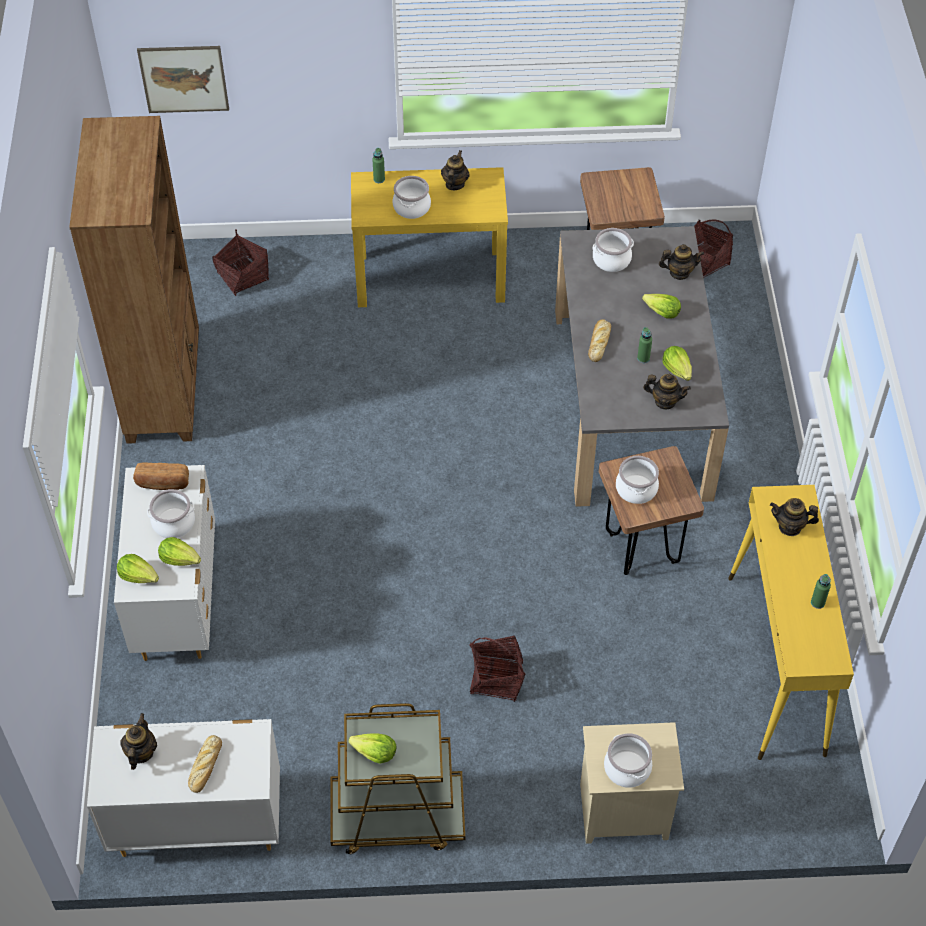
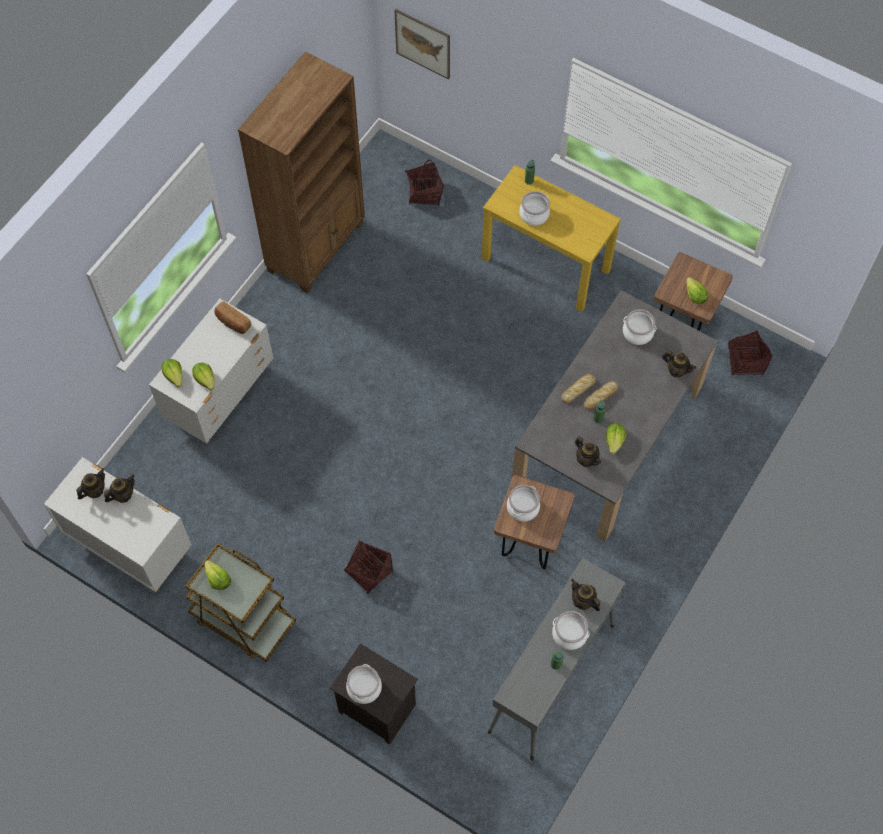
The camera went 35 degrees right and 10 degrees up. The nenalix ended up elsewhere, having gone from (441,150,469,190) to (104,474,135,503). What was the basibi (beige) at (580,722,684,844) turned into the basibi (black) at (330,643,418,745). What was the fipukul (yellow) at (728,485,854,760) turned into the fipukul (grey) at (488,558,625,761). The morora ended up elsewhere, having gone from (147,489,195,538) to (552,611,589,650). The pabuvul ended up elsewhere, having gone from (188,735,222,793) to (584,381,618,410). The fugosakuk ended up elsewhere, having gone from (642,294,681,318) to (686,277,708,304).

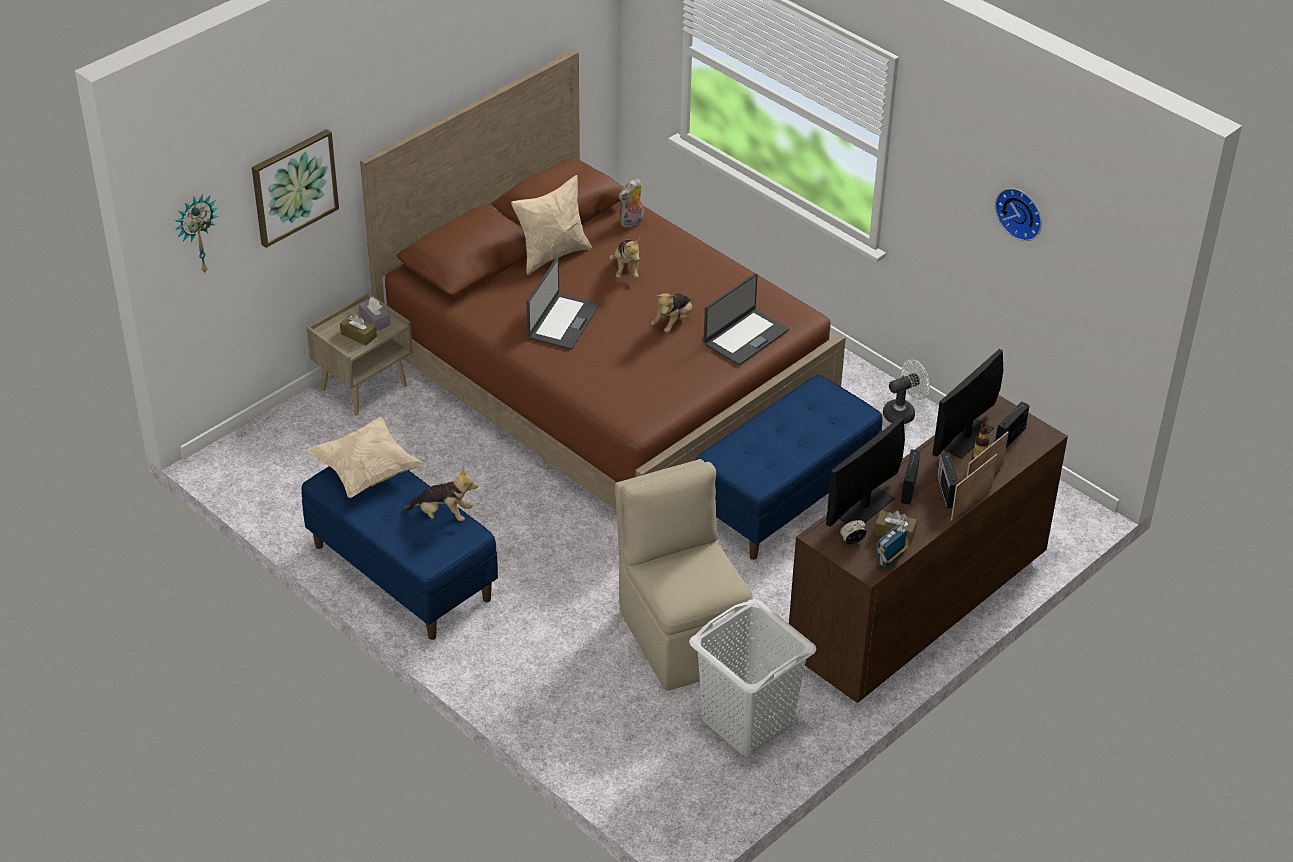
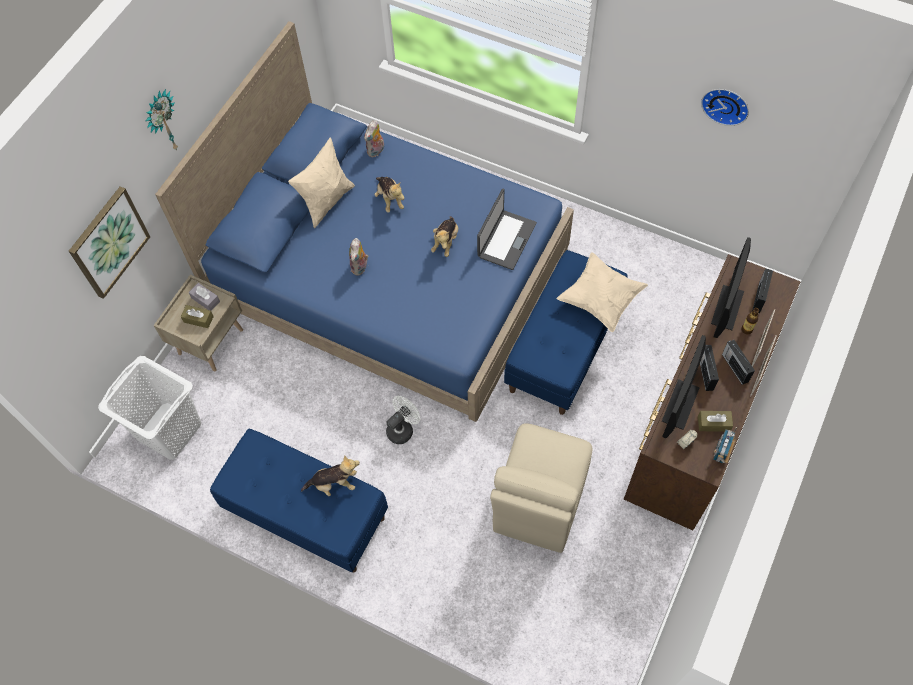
The camera went 15 degrees left and 20 degrees up. The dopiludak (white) ended up elsewhere, having gone from (689,599,817,756) to (98,356,201,459). The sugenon ended up elsewhere, having gone from (175,194,219,272) to (146,89,178,150). What was the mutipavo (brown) at (360,50,846,510) turned into the mutipavo (blue) at (155,21,574,422). Where the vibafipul stood at (526,258,600,350), the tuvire came to stand at (349,238,368,276). The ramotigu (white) ended up elsewhere, having gone from (883,359,930,424) to (386,396,420,444). The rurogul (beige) at (615,459,753,690) ended up facing another way, 120 degrees counterclockwise from before. The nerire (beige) ended up elsewhere, having gone from (307,417,425,498) to (557,252,648,332).

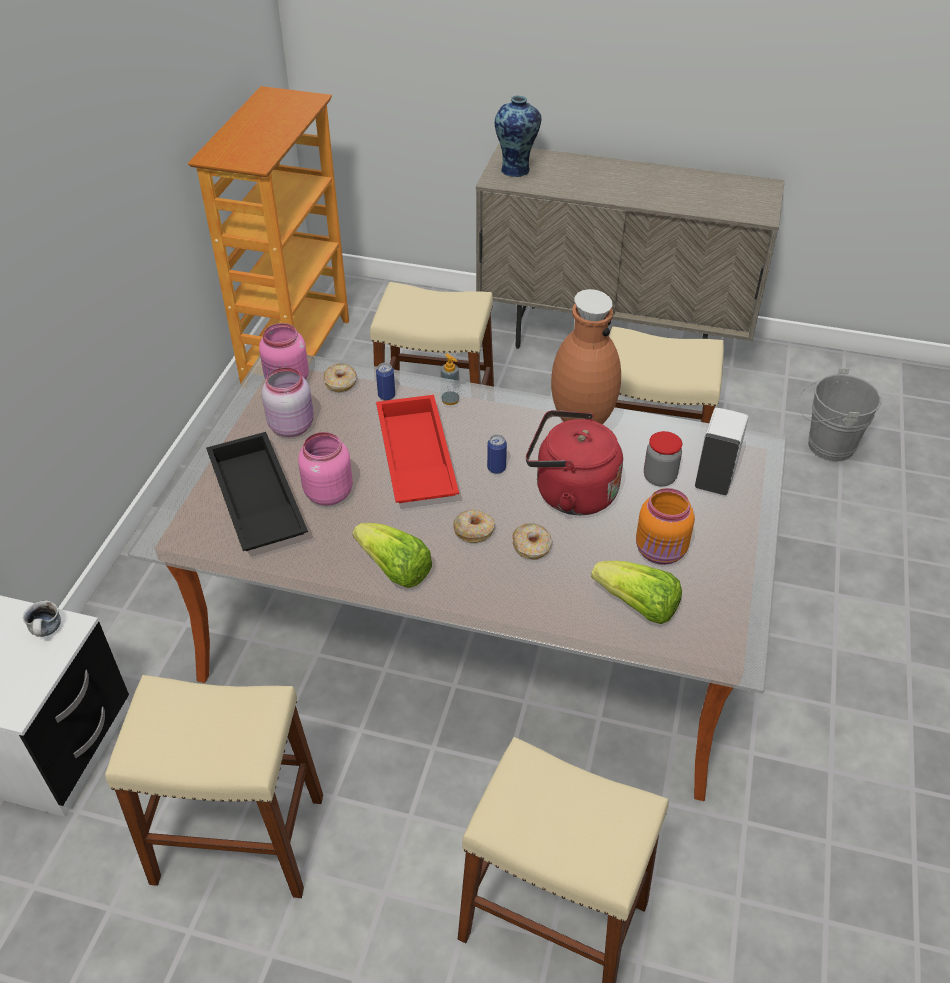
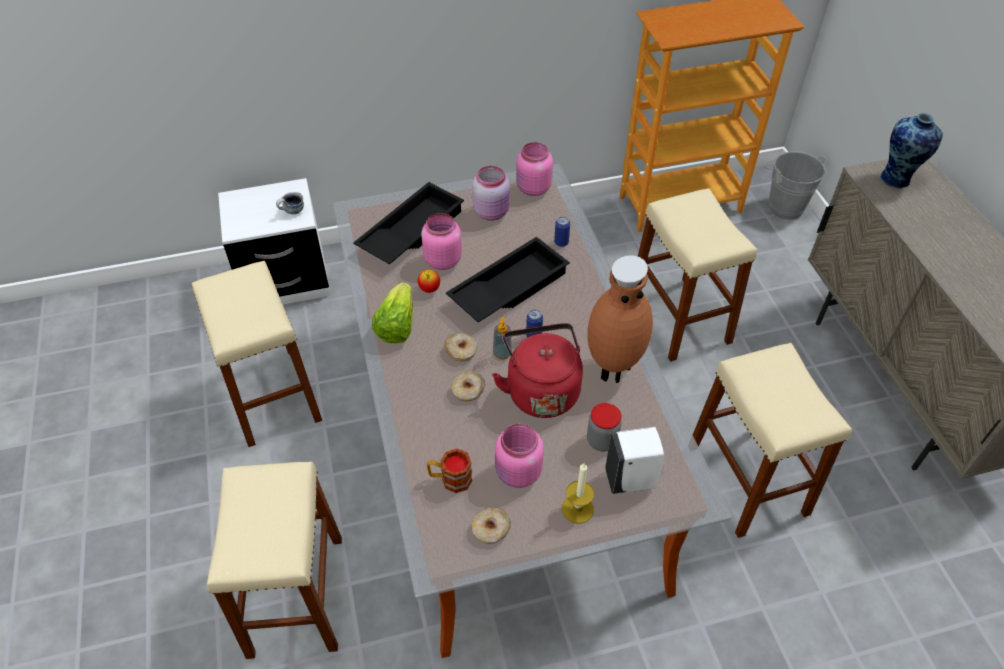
The camera went 60 degrees right and 5 degrees up. The second view gained the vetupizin at (418,269,440,293). Where the fugosakuk stood at (591,561,682,624), the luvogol came to stand at (427,448,472,493). What was the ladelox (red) at (376,395,459,503) turned into the ladelox (black) at (446,237,570,323). The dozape ended up elsewhere, having gone from (324,363,357,392) to (472,507,511,544). The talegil ended up elsewhere, having gone from (440,354,461,405) to (493,317,512,360). What was the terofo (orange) at (636,488,695,565) turned into the terofo (pink) at (495,424,544,488). The second view gained the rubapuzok at (562,463,594,524). The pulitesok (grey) ended up elsewhere, having gone from (799,368,881,462) to (764,151,826,220).

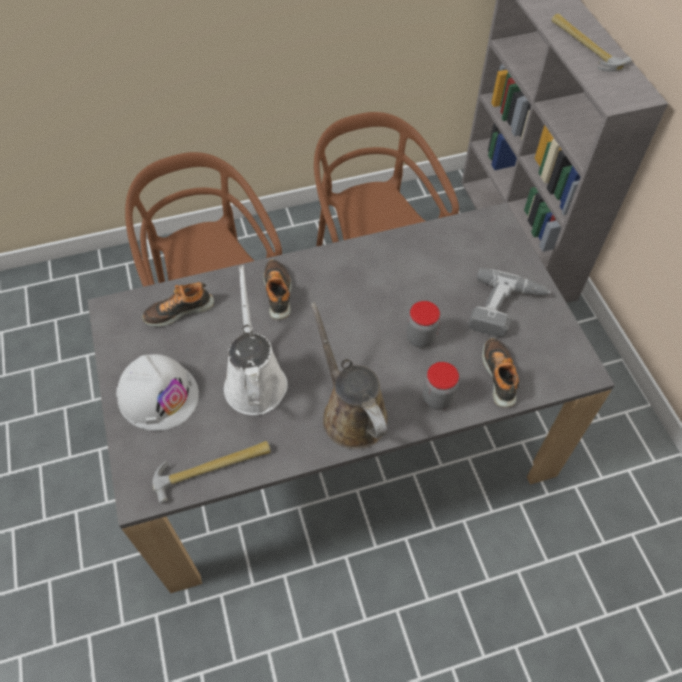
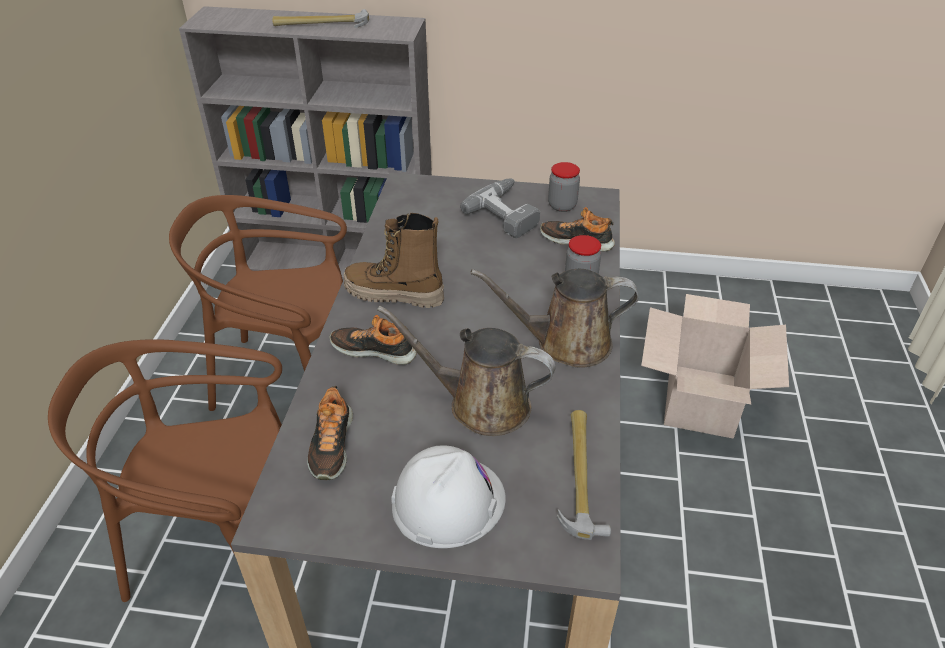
The camera went 65 degrees left and 15 degrees down. The second view gained the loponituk at (344,213,444,308). What was the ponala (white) at (224,265,288,415) turned into the ponala (brown) at (377,305,556,436). The terofo ended up elsewhere, having gone from (406,301,440,348) to (548,162,580,212). The second view gained the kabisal at (641,294,789,438).

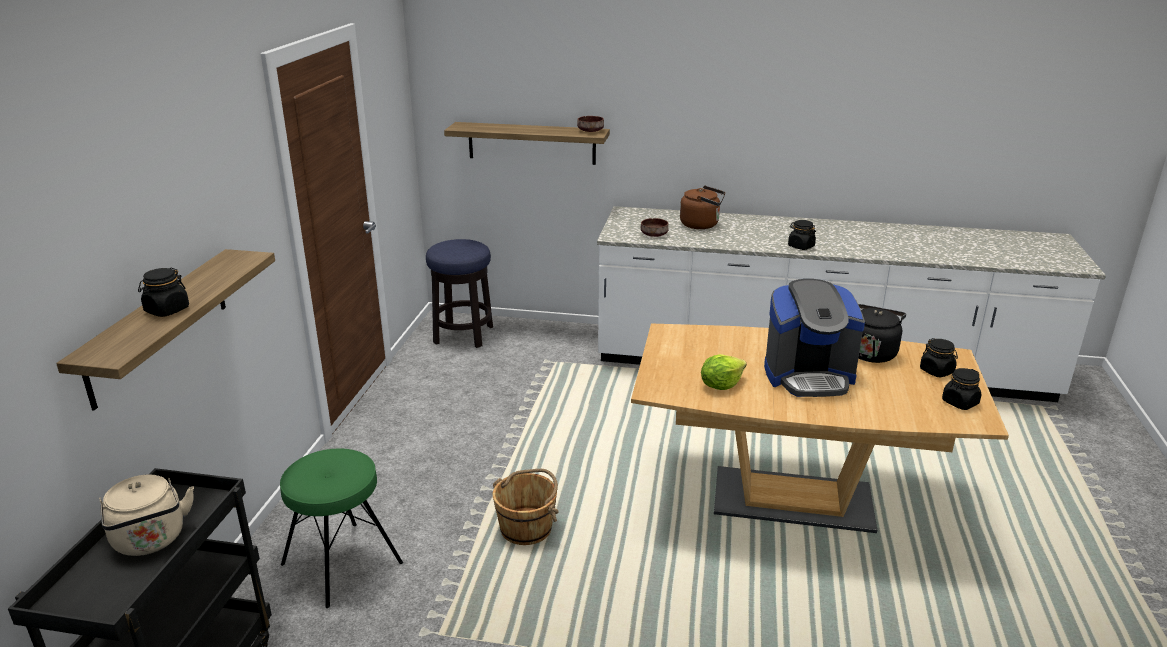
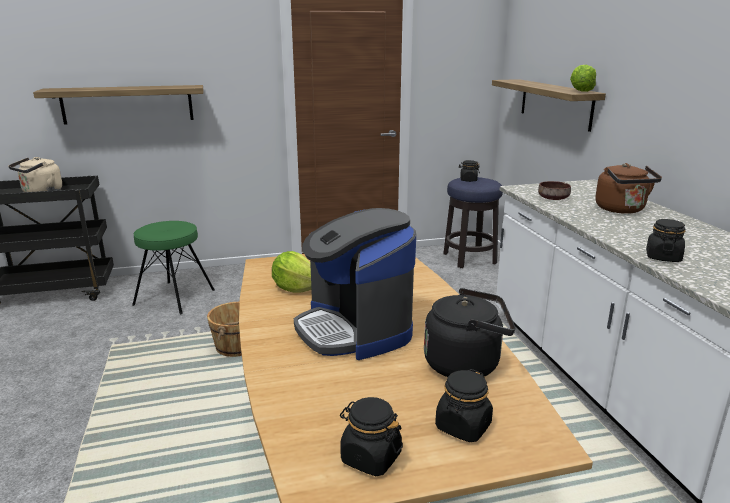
The camera went 65 degrees right and 5 degrees down. The terofo (black) ended up elsewhere, having gone from (138,268,189,317) to (459,160,480,182). Where the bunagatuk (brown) stood at (577,116,604,132), the fugosakuk came to stand at (570,65,596,92).

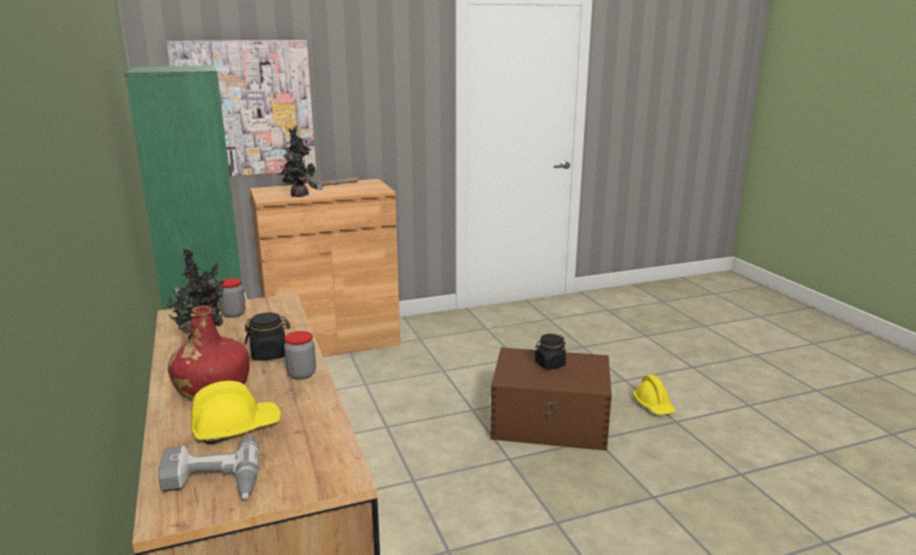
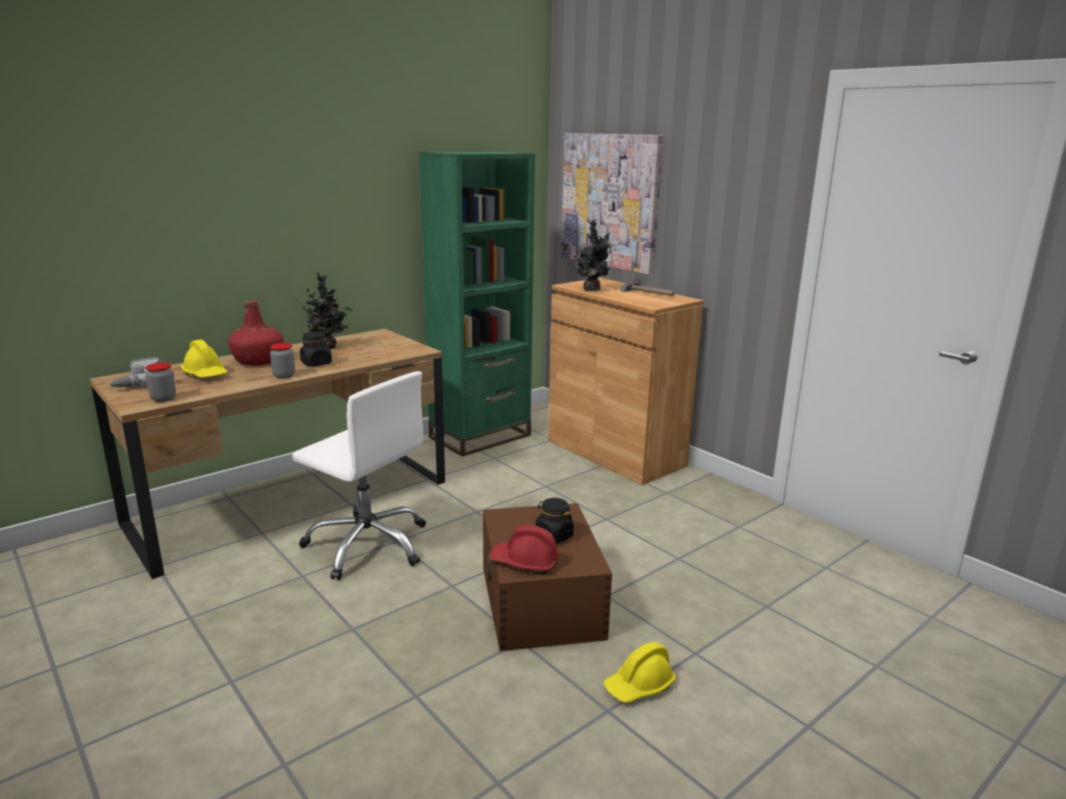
The camera went 70 degrees right and 0 degrees up. The terofo ended up elsewhere, having gone from (218,278,246,318) to (146,363,176,402). The second view gained the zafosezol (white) at (292,371,426,580). The second view gained the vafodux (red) at (490,525,559,575).

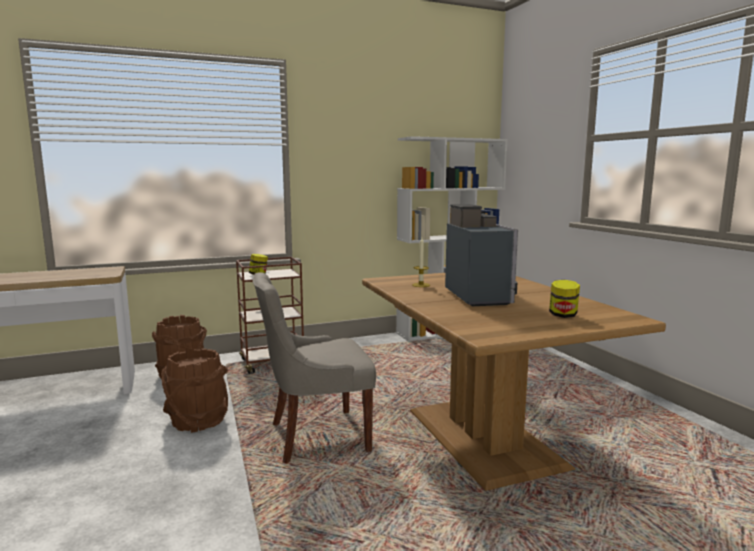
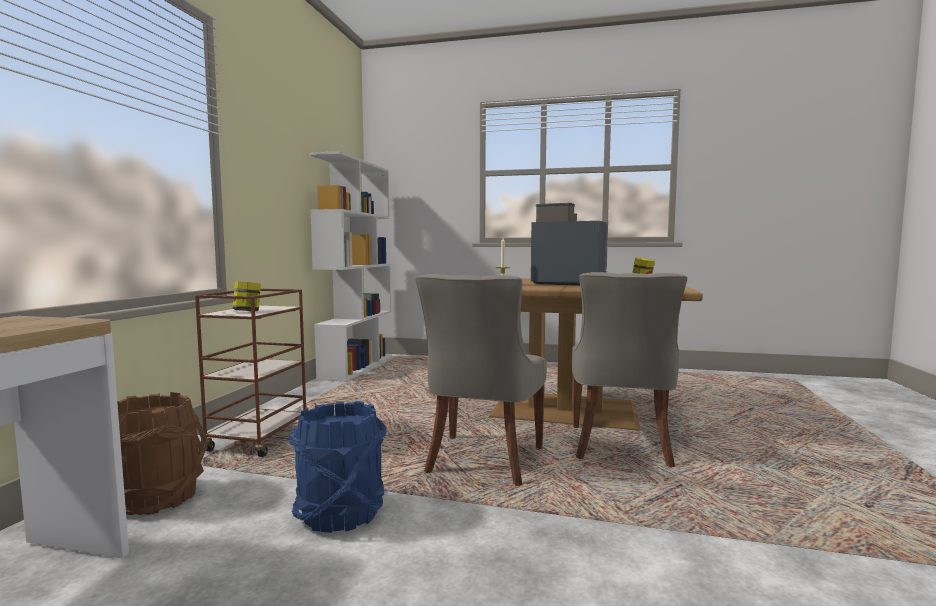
The camera went 55 degrees left and 5 degrees down. What was the pulitesok (brown) at (161,348,228,433) turned into the pulitesok (blue) at (288,401,387,533). The second view gained the rurogul (grey) at (572,272,687,468).

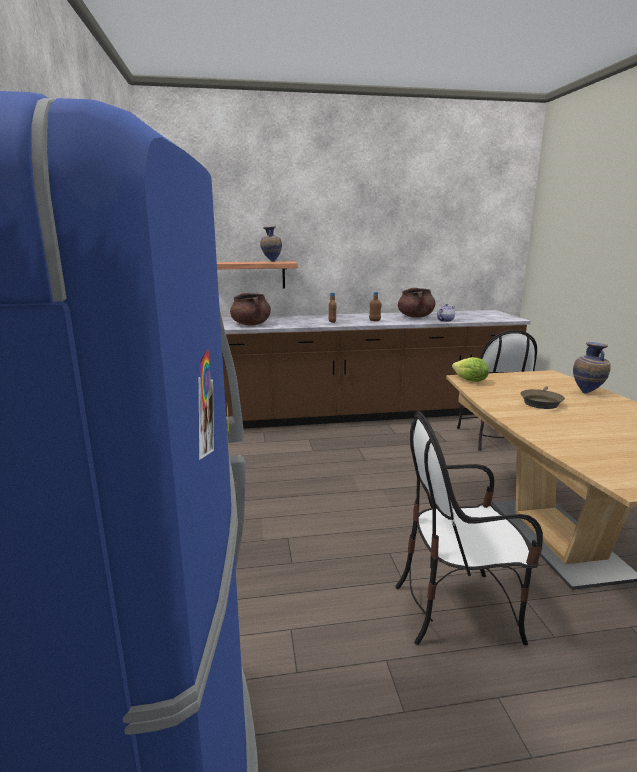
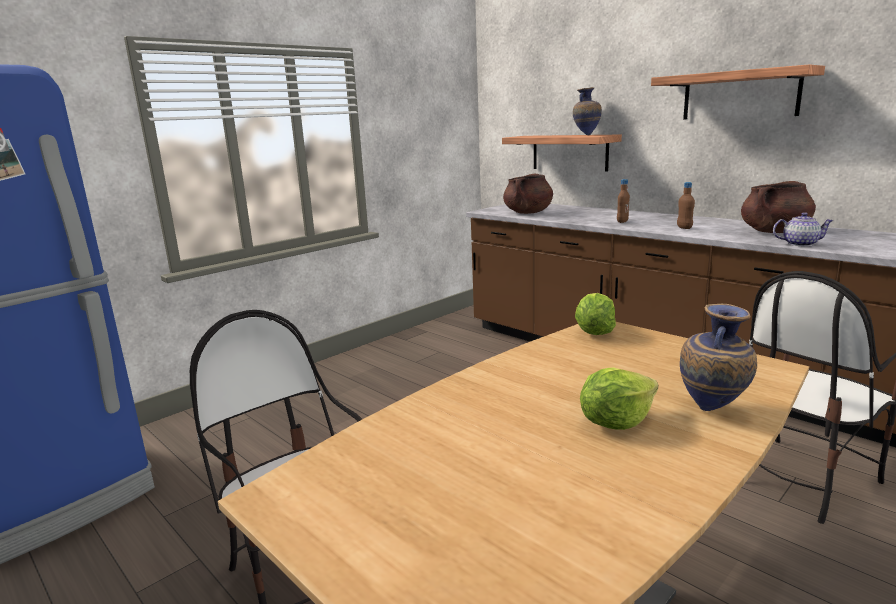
The camera went 55 degrees right and 0 degrees up. The second view gained the fugosakuk at (580,367,658,430). The second view gained the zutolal at (651,64,825,119). The second view lost the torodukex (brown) at (520,386,565,409).

